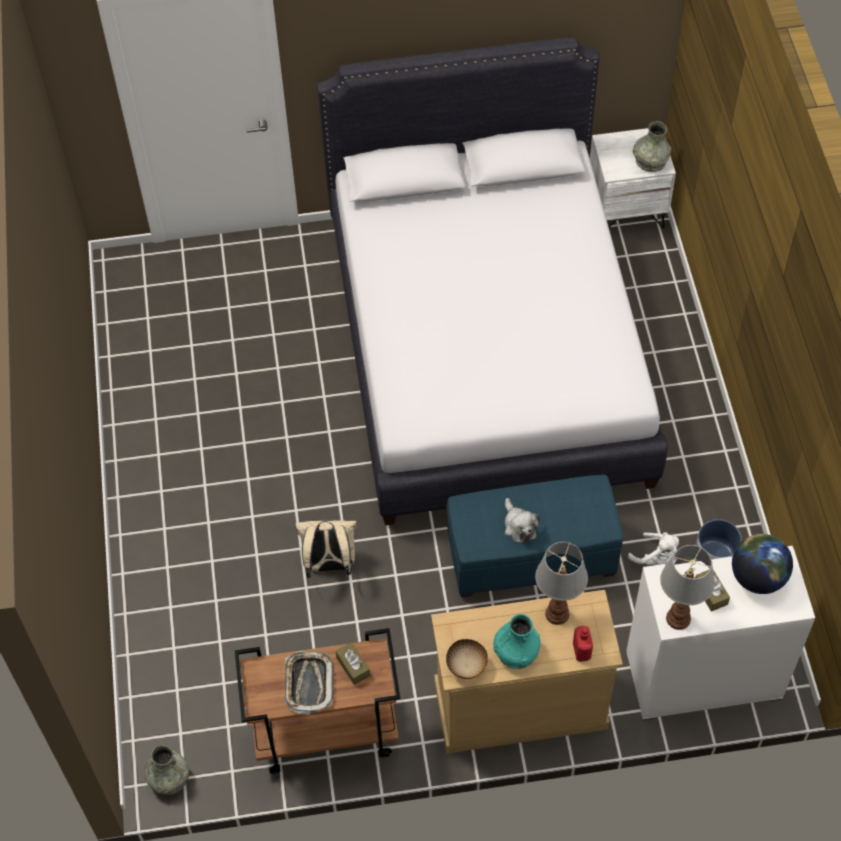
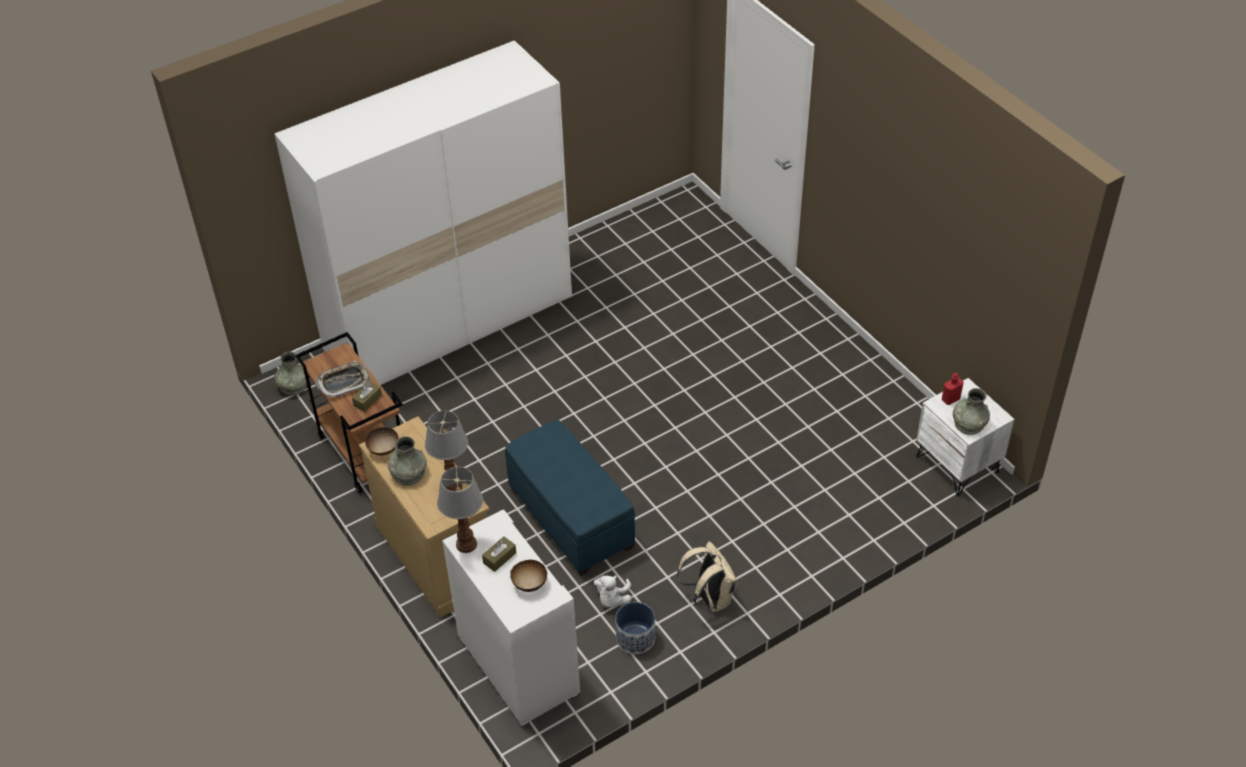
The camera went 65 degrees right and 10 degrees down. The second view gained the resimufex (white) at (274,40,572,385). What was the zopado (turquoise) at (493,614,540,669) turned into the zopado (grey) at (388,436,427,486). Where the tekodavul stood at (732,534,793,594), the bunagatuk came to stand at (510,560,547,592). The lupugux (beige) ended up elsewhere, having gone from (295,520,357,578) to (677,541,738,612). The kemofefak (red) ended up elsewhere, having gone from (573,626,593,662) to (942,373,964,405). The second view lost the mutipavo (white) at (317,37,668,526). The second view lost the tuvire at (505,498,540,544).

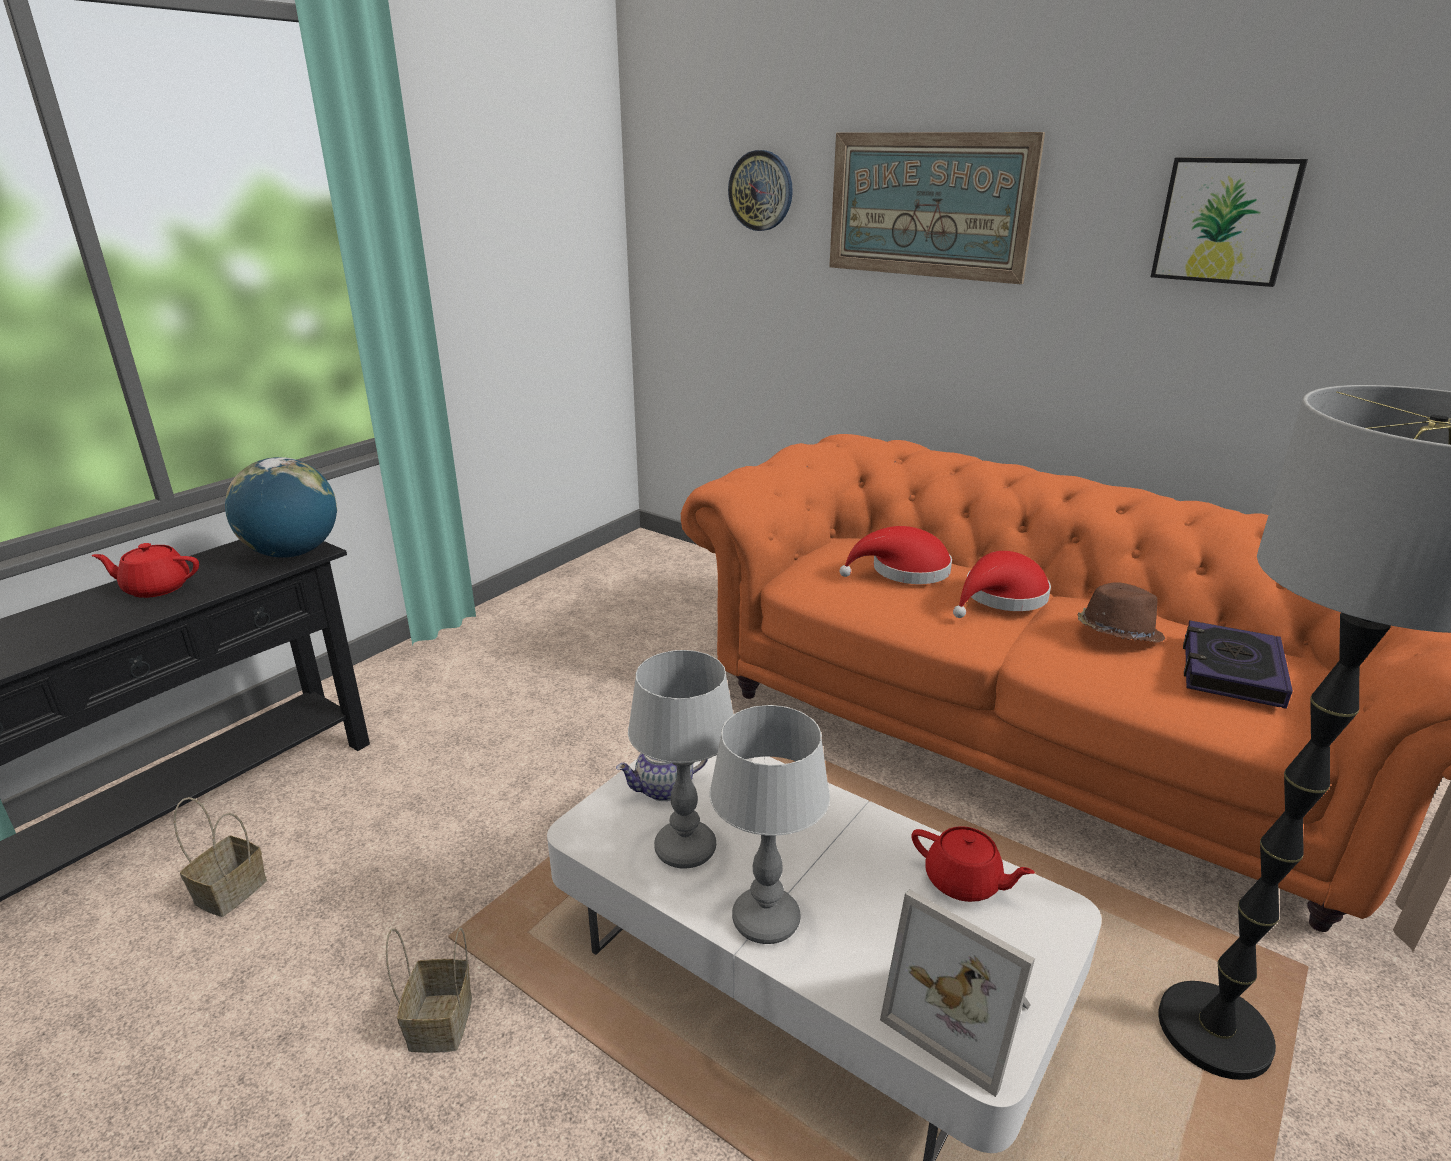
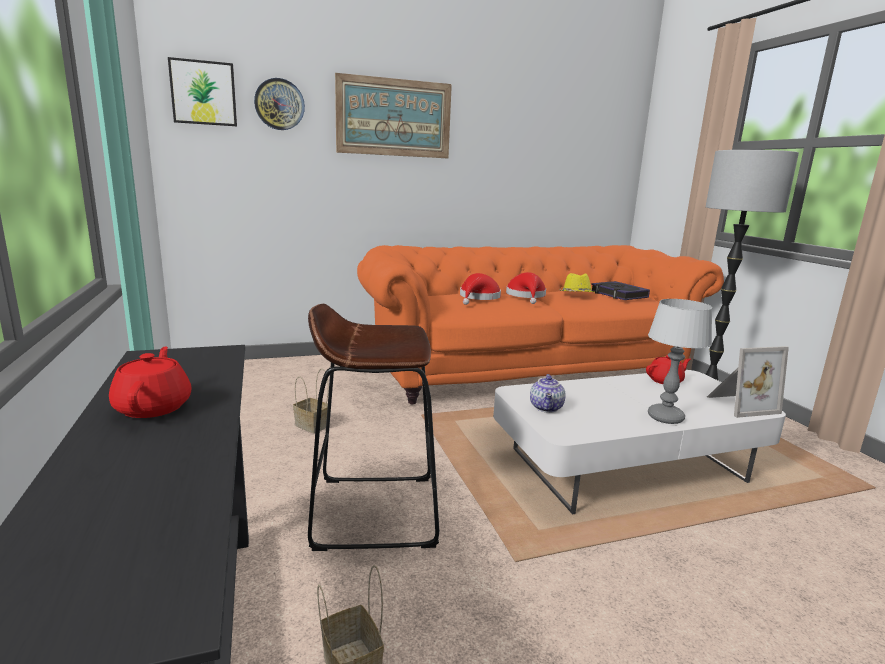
The camera went 55 degrees left and 10 degrees down. The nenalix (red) at (92,543,199,598) ended up facing another way, 135 degrees clockwise from before. The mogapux ended up elsewhere, having gone from (1151,157,1308,287) to (168,57,237,126). The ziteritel ended up elsewhere, having gone from (386,928,472,1053) to (293,369,329,433). The second view gained the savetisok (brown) at (308,304,439,551). What was the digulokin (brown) at (1078,583,1165,643) turned into the digulokin (yellow) at (559,273,595,292). The second view lost the tekodavul at (225,457,337,558). The second view lost the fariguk at (628,650,733,869).

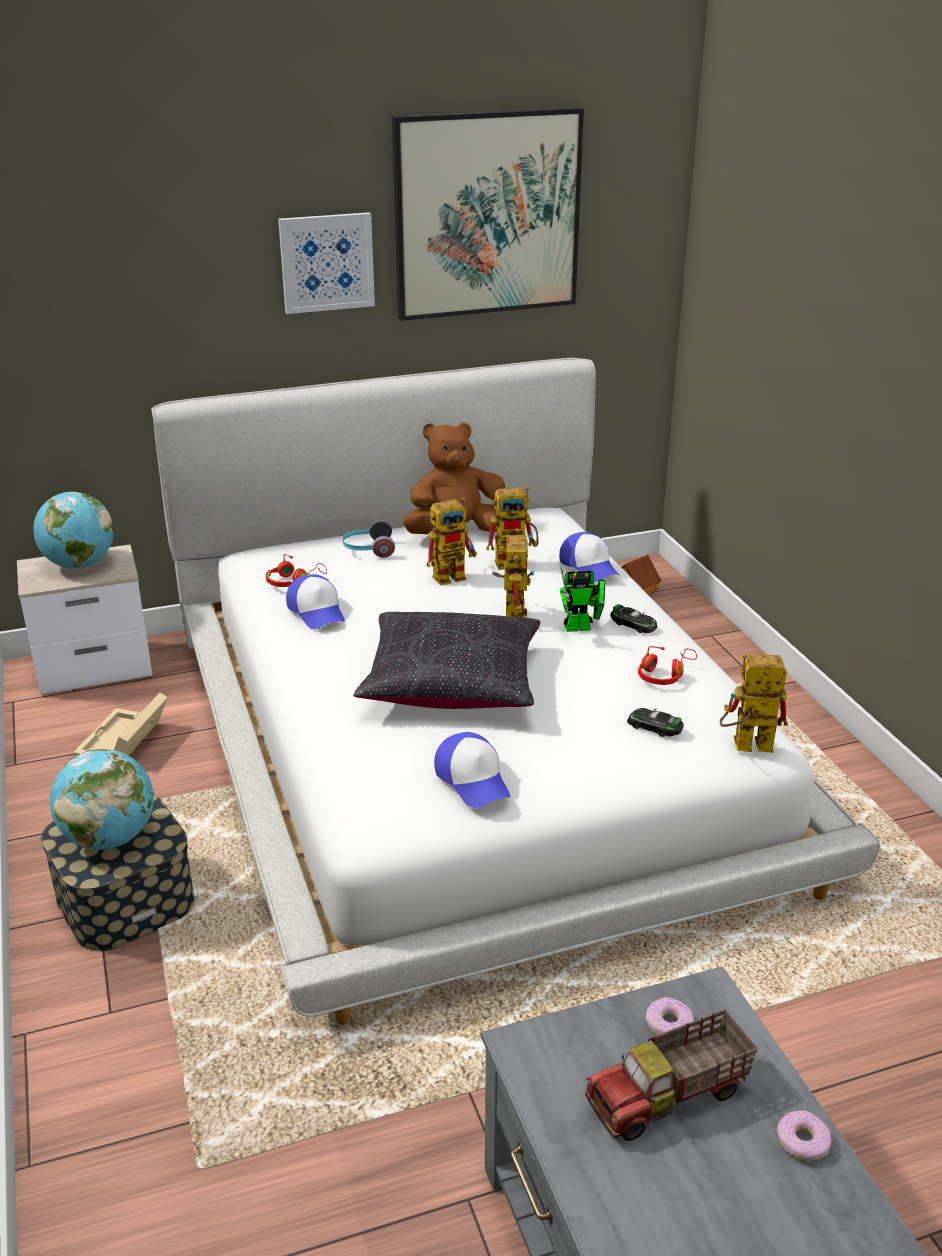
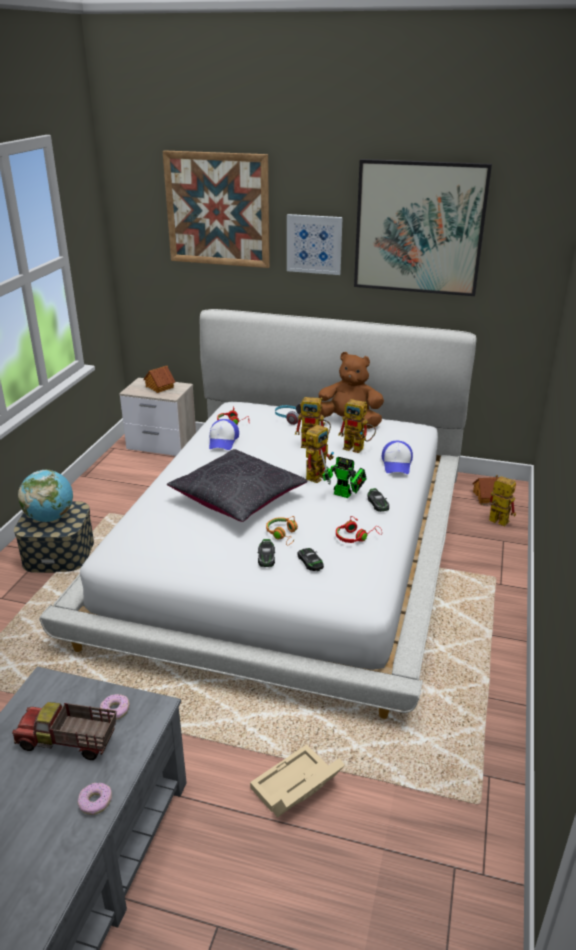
The camera went 35 degrees right and 0 degrees up. Where the tekodavul stood at (33,492,114,568), the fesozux came to stand at (143,366,175,393). The second view gained the mogapux at (163,150,270,268). The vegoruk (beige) ended up elsewhere, having gone from (73,693,168,757) to (250,744,345,818). The second view gained the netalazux at (257,539,276,567). The second view gained the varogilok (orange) at (266,516,298,545). The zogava ended up elsewhere, having gone from (720,654,788,753) to (480,475,516,527). The second view lost the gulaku at (434,732,510,808).

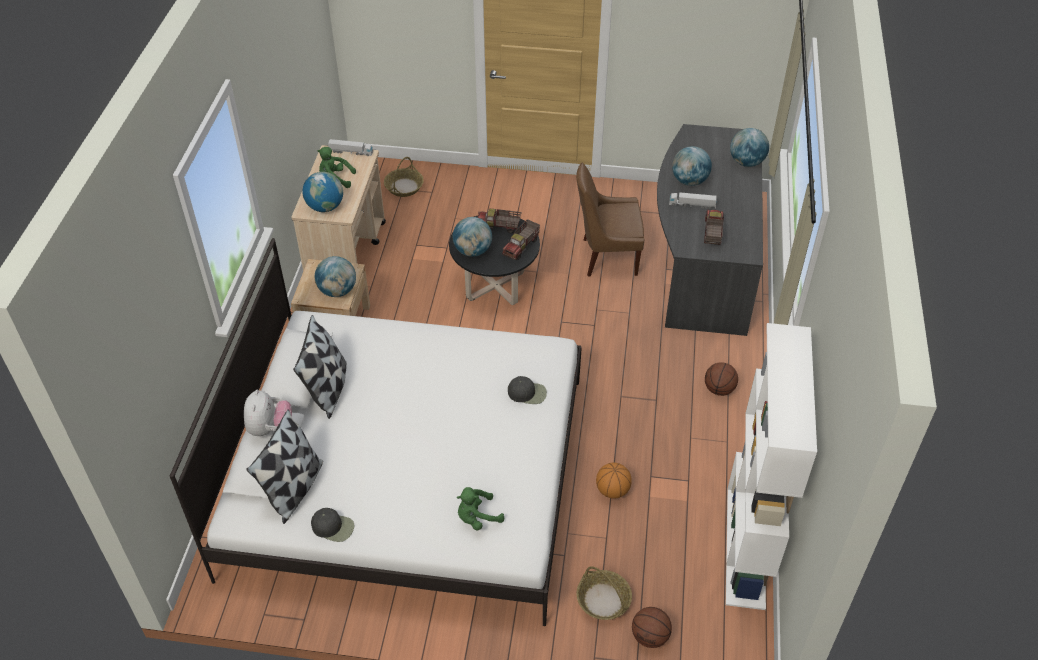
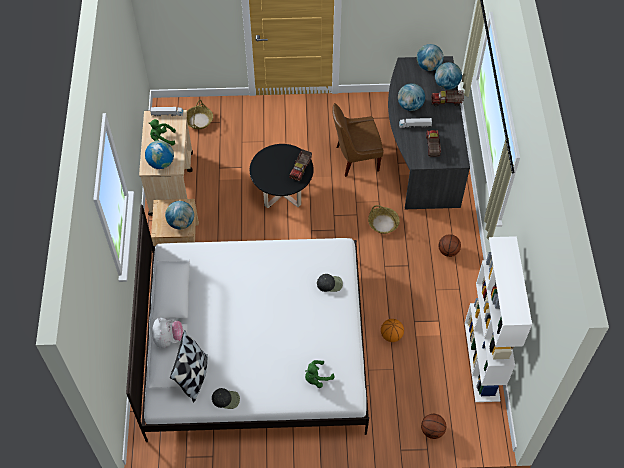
The camera went 10 degrees left and 10 degrees up. The ziteritel ended up elsewhere, having gone from (576,566,632,620) to (368,205,400,234). The tekodavul ended up elsewhere, having gone from (453,217,492,257) to (417,44,443,71). The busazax ended up elsewhere, having gone from (477,209,522,234) to (431,90,464,106). The second view lost the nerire at (293,315,347,419).

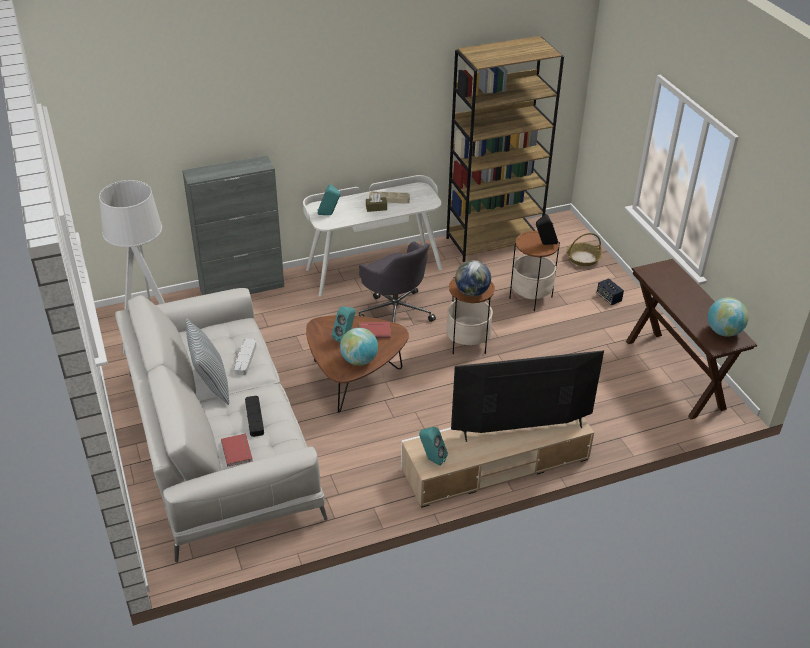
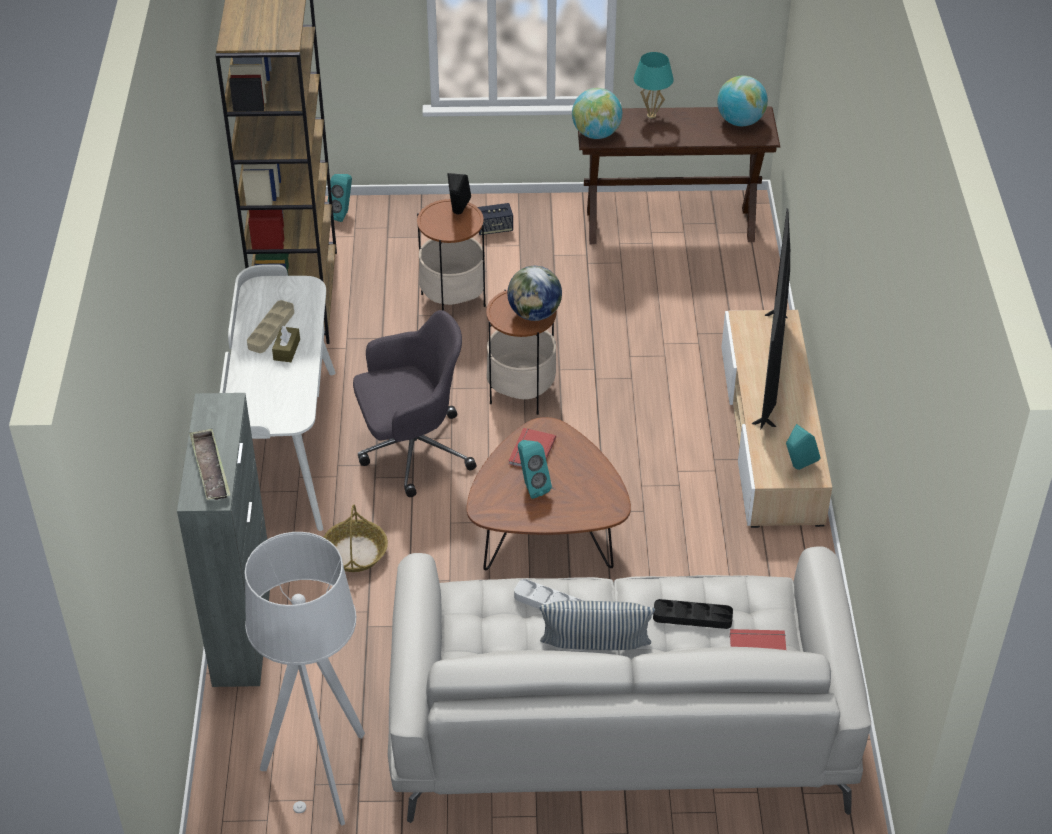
The camera went 70 degrees left and 5 degrees up. The second view gained the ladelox at (189,429,231,500). The ziteritel ended up elsewhere, having gone from (566,233,602,266) to (324,505,388,572). The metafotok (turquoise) ended up elsewhere, having gone from (318,184,340,215) to (327,174,352,222). The tekodavul ended up elsewhere, having gone from (340,328,378,366) to (572,88,622,139). The second view gained the fariguk (turquoise) at (634,52,674,119).

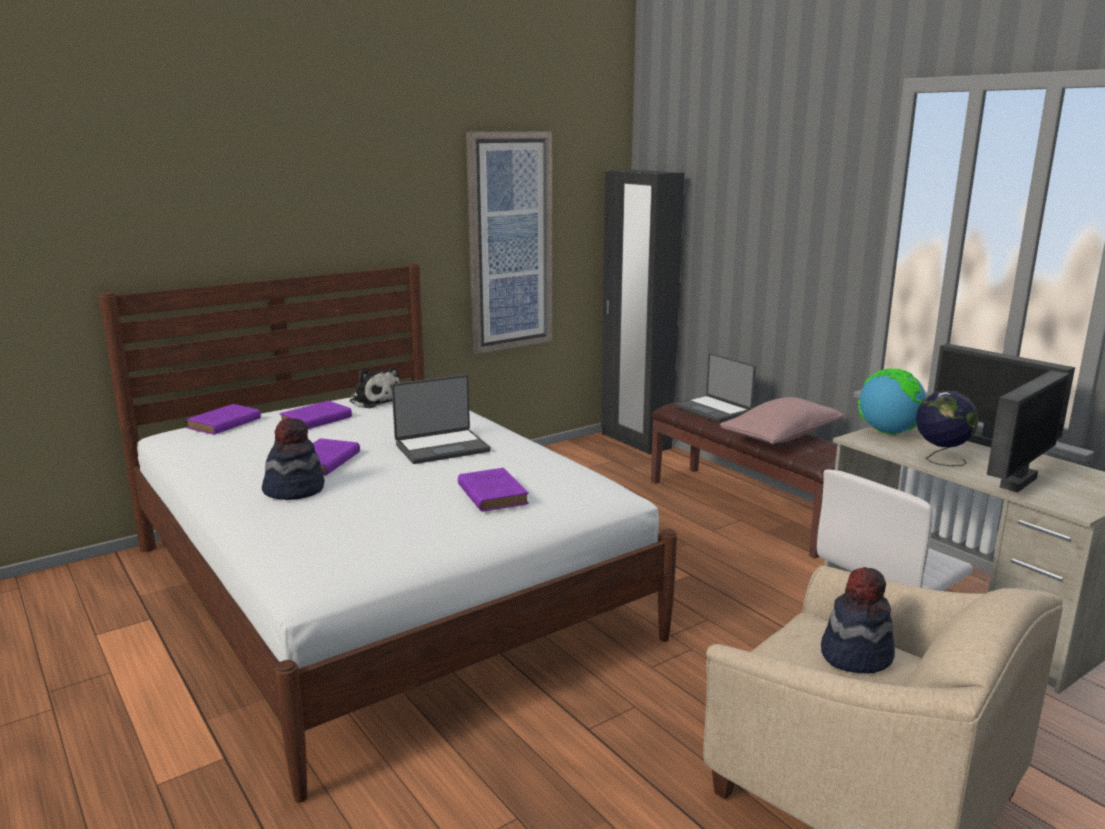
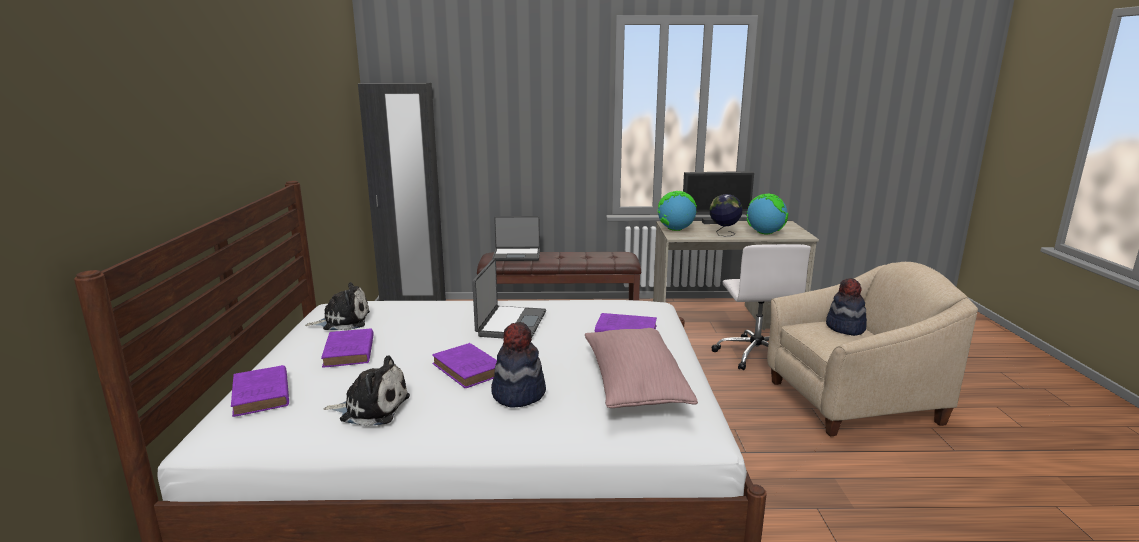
The camera went 55 degrees left and 0 degrees up. The second view gained the tuvire at (323,355,410,427). The nerire (pink) ended up elsewhere, having gone from (720,397,844,444) to (585,328,698,408). Where the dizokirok stood at (987,370,1069,492), the tekodavul came to stand at (746,194,789,234). The second view lost the mogapux at (466,132,552,354).

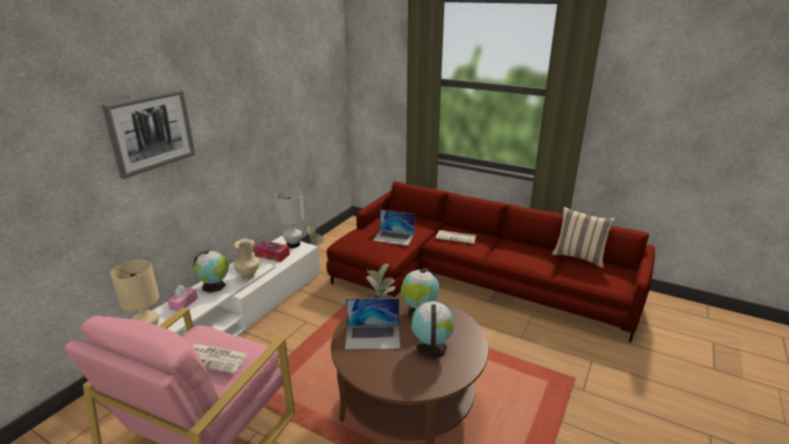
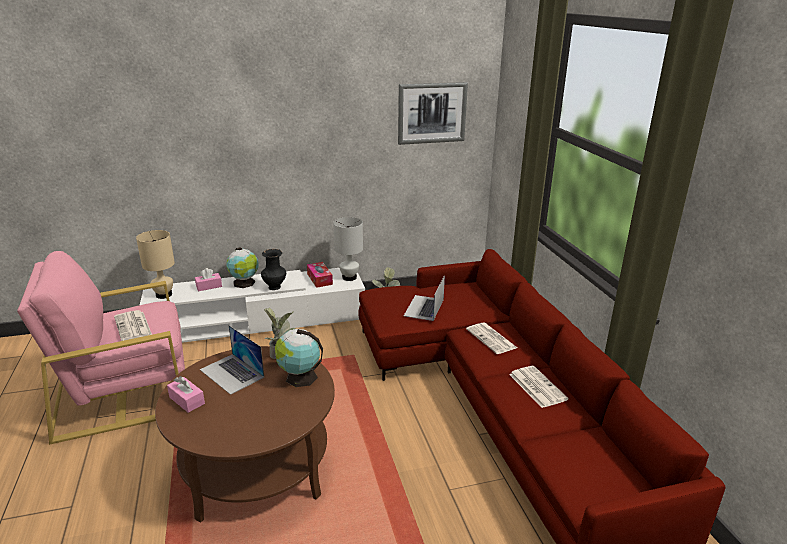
The camera went 45 degrees right and 0 degrees up. The second view gained the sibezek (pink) at (167,376,205,413). What was the zopado (beige) at (234,239,260,280) turned into the zopado (black) at (261,249,286,290). The mogapux ended up elsewhere, having gone from (102,89,196,179) to (398,82,468,145). The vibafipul at (373,210,415,246) ended up facing another way, 45 degrees clockwise from before. The second view gained the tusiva at (509,366,568,408). The second view lost the tekodavul at (411,301,454,359). The second view lost the nerire (beige) at (552,207,616,268).

